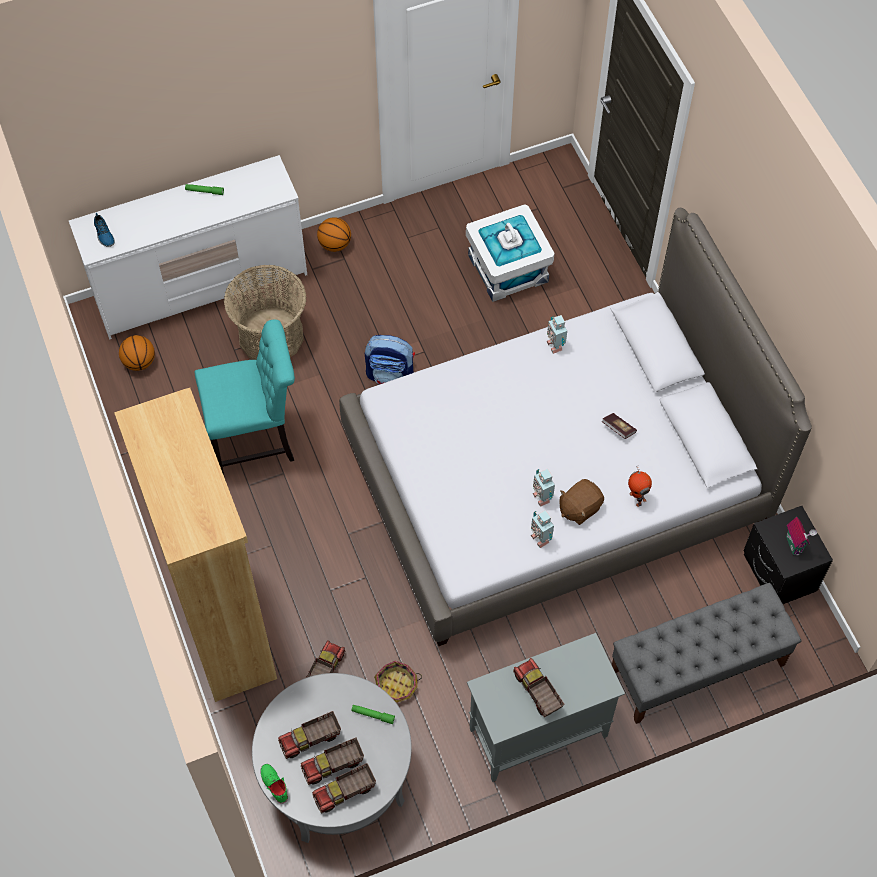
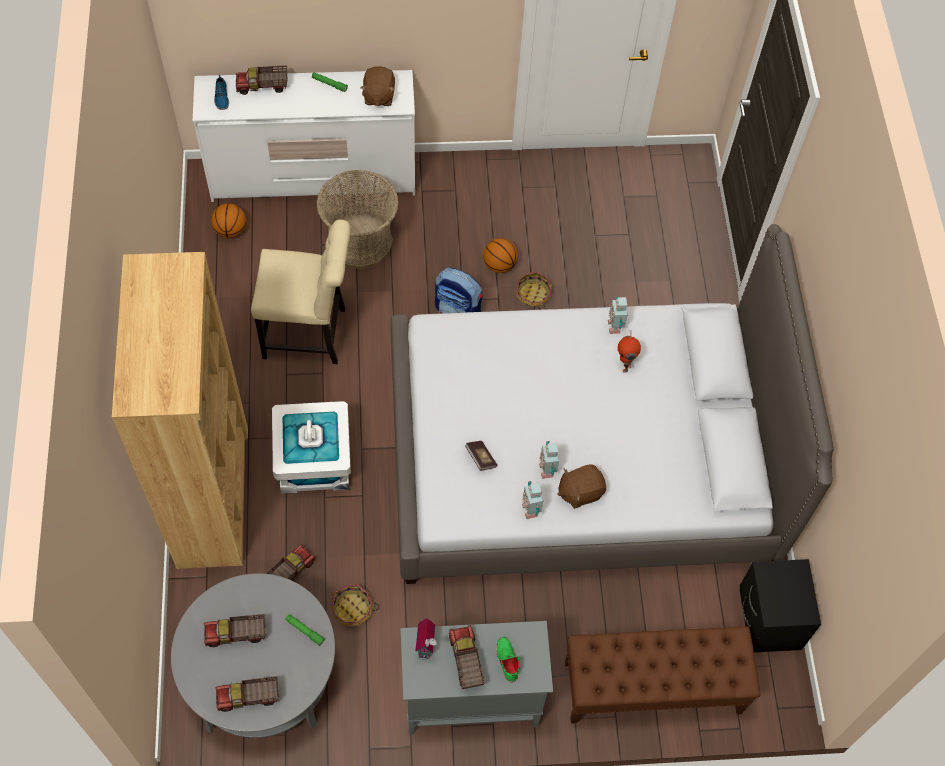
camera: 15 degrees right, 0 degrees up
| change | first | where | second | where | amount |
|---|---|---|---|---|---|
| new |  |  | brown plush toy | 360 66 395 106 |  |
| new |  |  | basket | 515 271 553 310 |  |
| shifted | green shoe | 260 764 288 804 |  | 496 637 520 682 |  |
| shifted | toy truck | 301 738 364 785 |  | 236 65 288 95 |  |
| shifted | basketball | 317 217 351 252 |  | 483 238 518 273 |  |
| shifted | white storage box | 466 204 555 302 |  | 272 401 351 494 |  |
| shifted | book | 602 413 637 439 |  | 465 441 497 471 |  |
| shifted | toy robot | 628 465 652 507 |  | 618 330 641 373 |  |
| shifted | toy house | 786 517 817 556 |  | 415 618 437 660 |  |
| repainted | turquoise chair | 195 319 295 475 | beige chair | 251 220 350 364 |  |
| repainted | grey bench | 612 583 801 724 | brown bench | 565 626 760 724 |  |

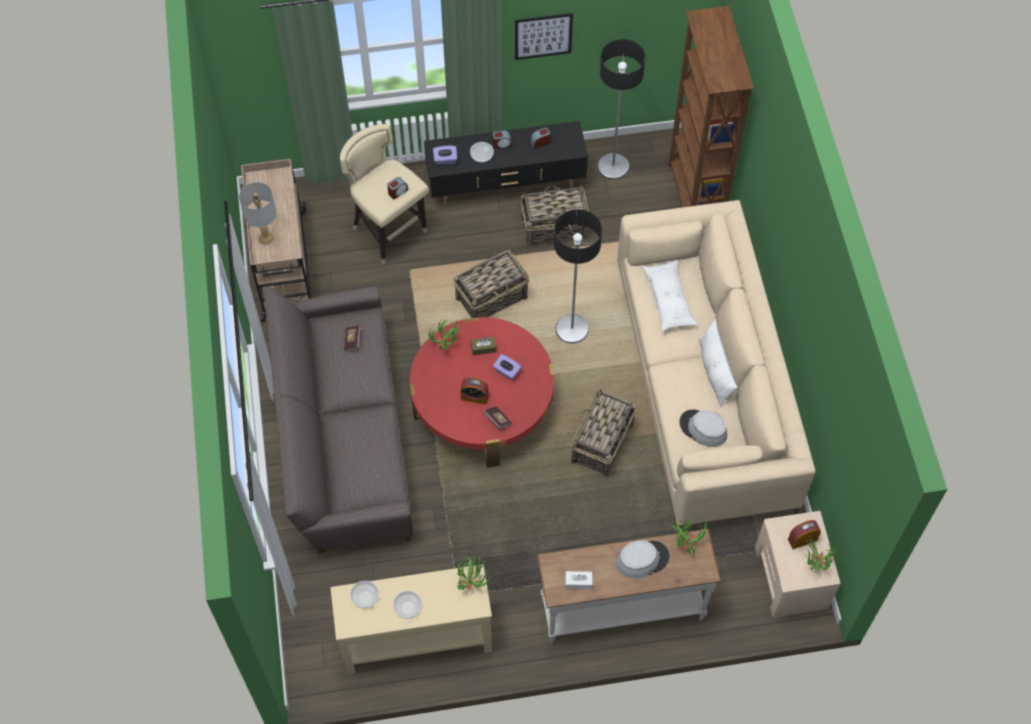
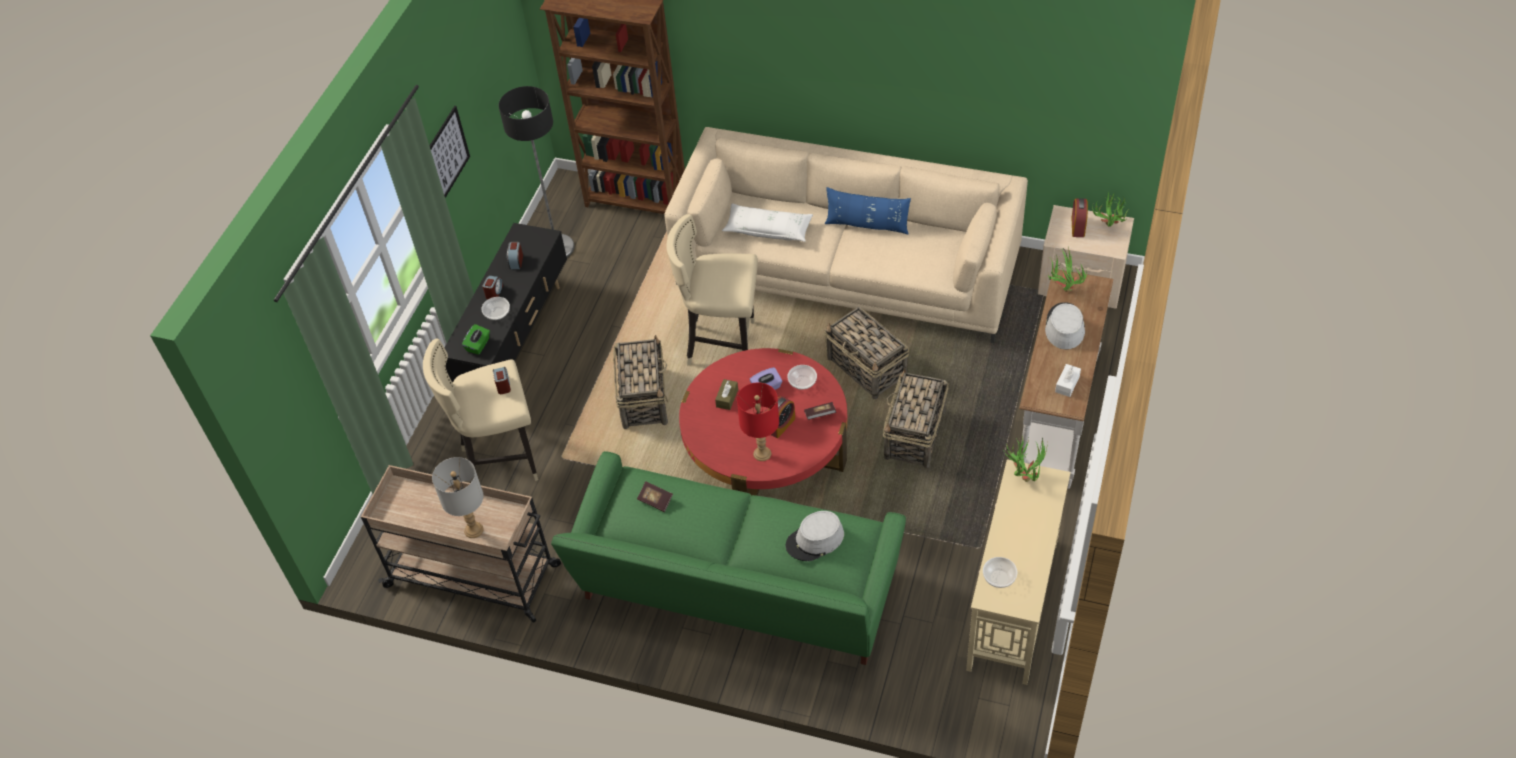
camera: 60 degrees left, 10 degrees down
| change | first | where | second | where | amount |
|---|---|---|---|---|---|
| gone | potted plant | 428 320 460 350 |  |  |  |
| new |  |  | red table lamp | 737 382 779 461 |  |
| shifted | bowl | 393 591 422 619 |  | 787 365 817 390 |  |
| shifted | basket | 520 185 589 247 |  | 883 369 948 468 |  |
| shifted | grey hat | 680 409 727 447 |  | 786 511 844 561 |  |
| swapped | floor lamp | 554 209 602 343 | beige stool | 666 214 758 366 |  |
| repainted | grey sofa | 264 286 413 554 | green sofa | 551 451 906 665 |  |
| repainted | purple tissue box | 433 146 457 165 | green tissue box | 462 324 490 355 |  |
| repainted | white pillow | 699 319 737 407 | blue pillow | 825 187 911 234 |  |

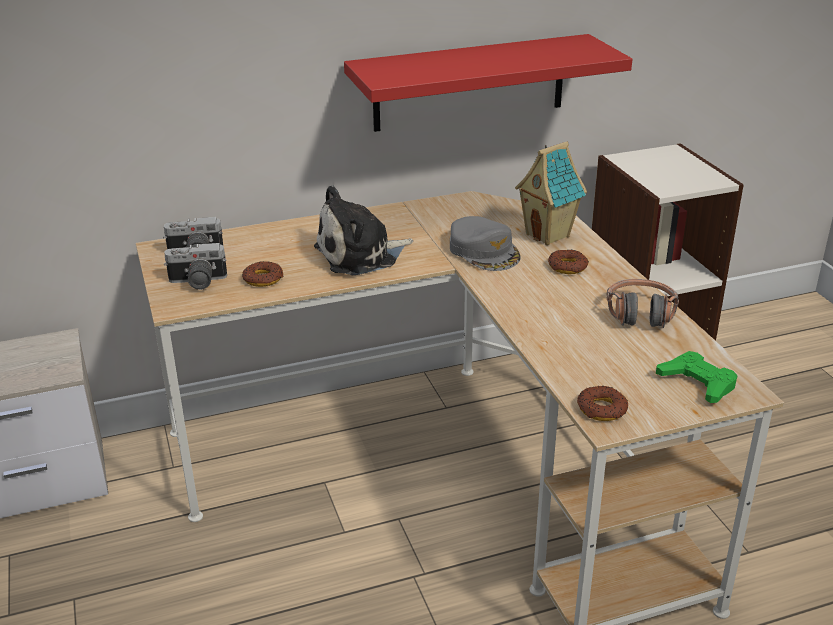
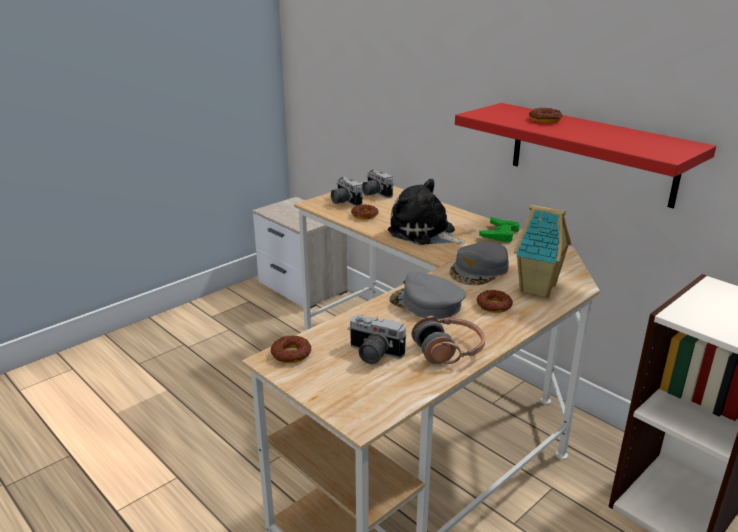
camera: 65 degrees right, 5 degrees down
| change | first | where | second | where | amount |
|---|---|---|---|---|---|
| new |  |  | photo camera | 347 315 406 364 |  |
| new |  |  | grey cap | 389 271 466 319 |  |
| new |  |  | donut | 529 108 563 123 |  |
| shifted | green game controller | 656 351 738 403 |  | 479 217 520 242 |  |

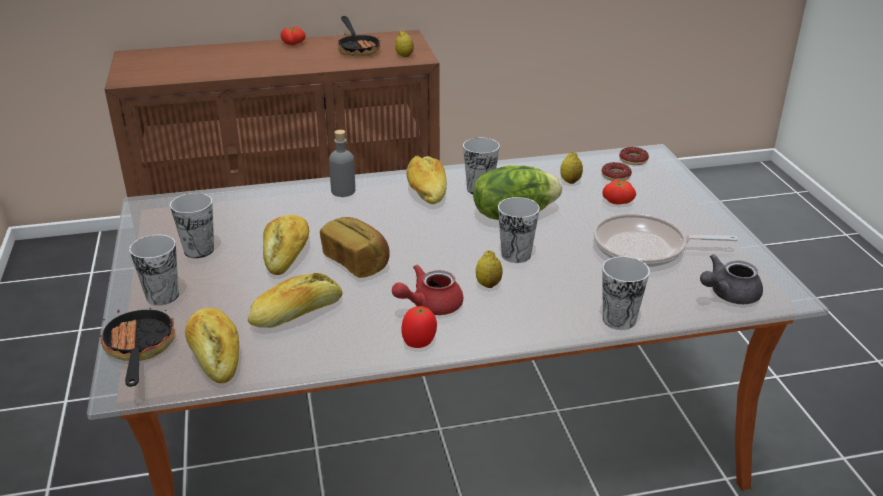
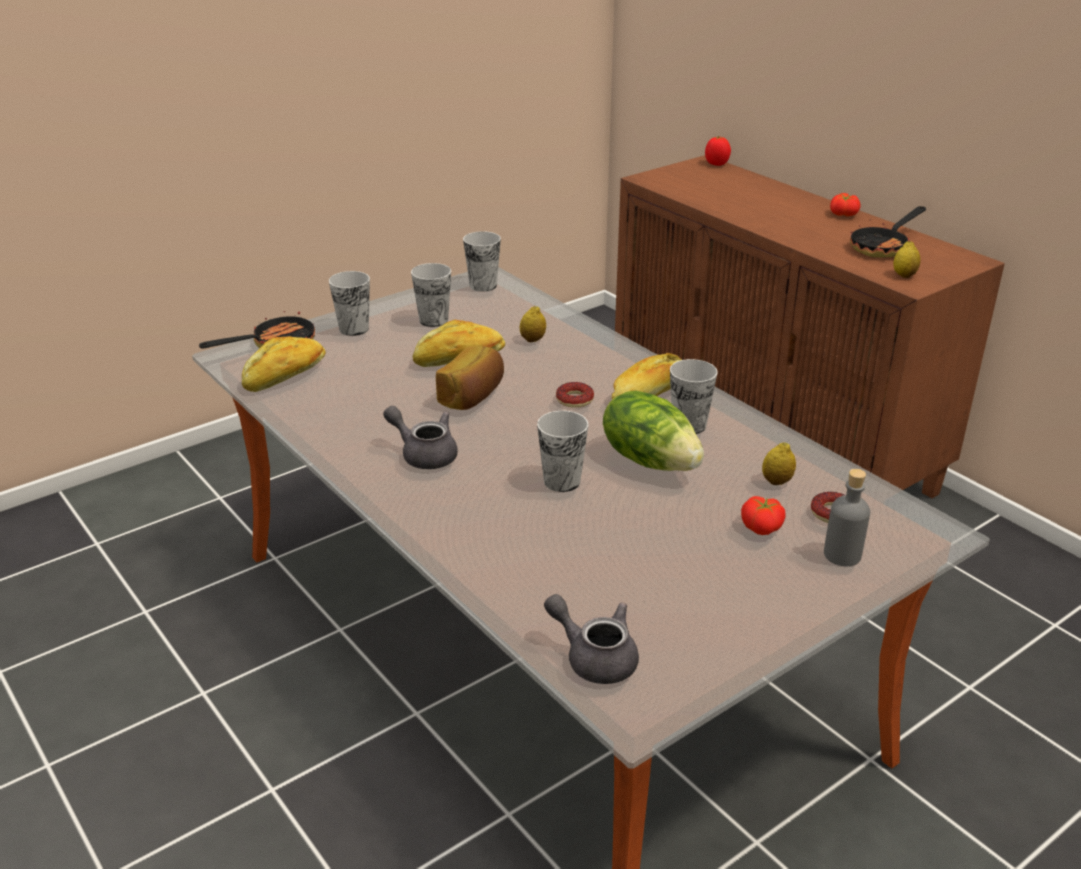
camera: 65 degrees right, 0 degrees up
| change | first | where | second | where | amount |
|---|---|---|---|---|---|
| gone | bread | 248 273 342 328 |  |  |  |
| gone | frying pan | 594 214 738 267 |  |  |  |
| shifted | grey bottle | 329 130 355 197 |  | 824 469 870 566 |  |
| shifted | tomato | 401 306 437 348 |  | 705 136 731 166 |  |
| shifted | lemon | 476 250 503 288 |  | 520 306 546 342 |  |
| shifted | cup | 602 256 650 330 |  | 463 231 501 292 |  |
| shifted | donut | 619 147 649 165 |  | 556 382 594 408 |  |
| repainted | red teapot | 392 265 463 315 | grey teapot | 383 406 458 469 |  |

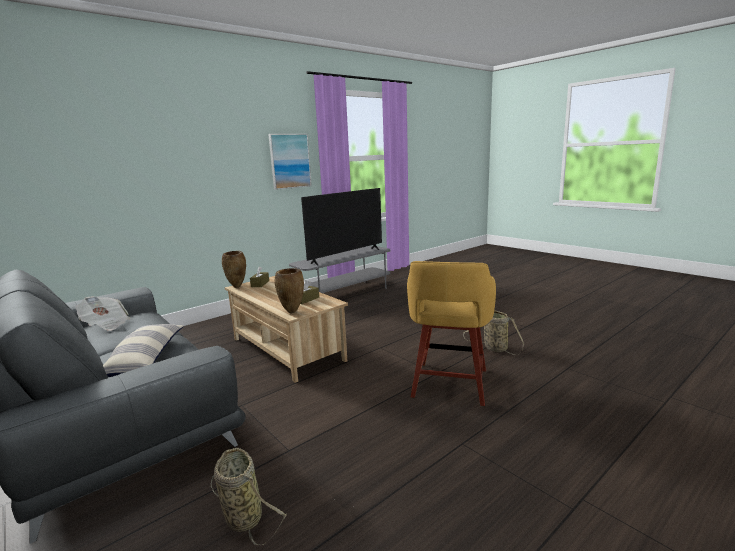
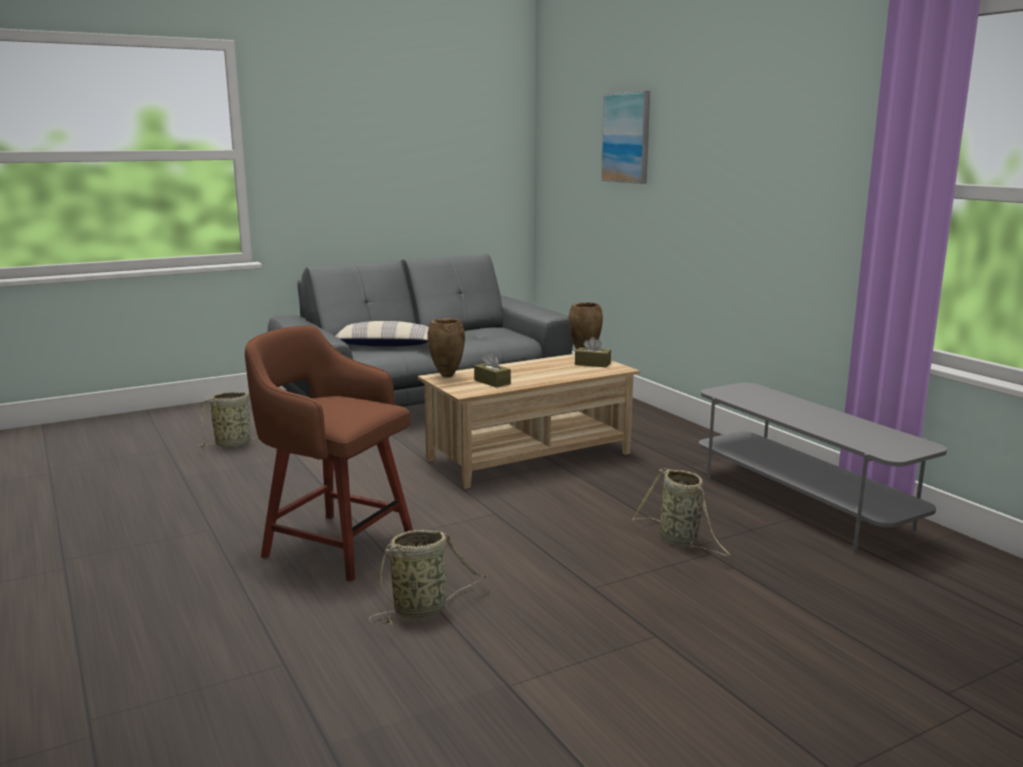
camera: 100 degrees right, 0 degrees up
| change | first | where | second | where | amount |
|---|---|---|---|---|---|
| gone | newspaper | 75 296 130 331 |  |  |  |
| gone | television | 301 188 382 265 |  |  |  |
| new |  |  | basket | 632 468 732 556 |  |
| shifted | picture | 268 134 312 190 |  | 601 91 650 184 |  |
| repainted | yellow stool | 407 261 496 406 | brown stool | 245 326 413 582 |  |

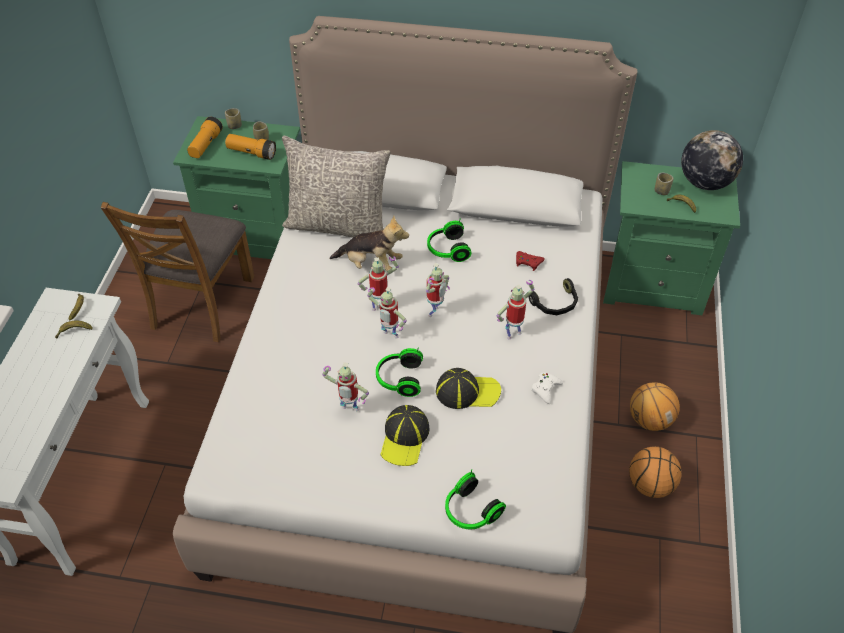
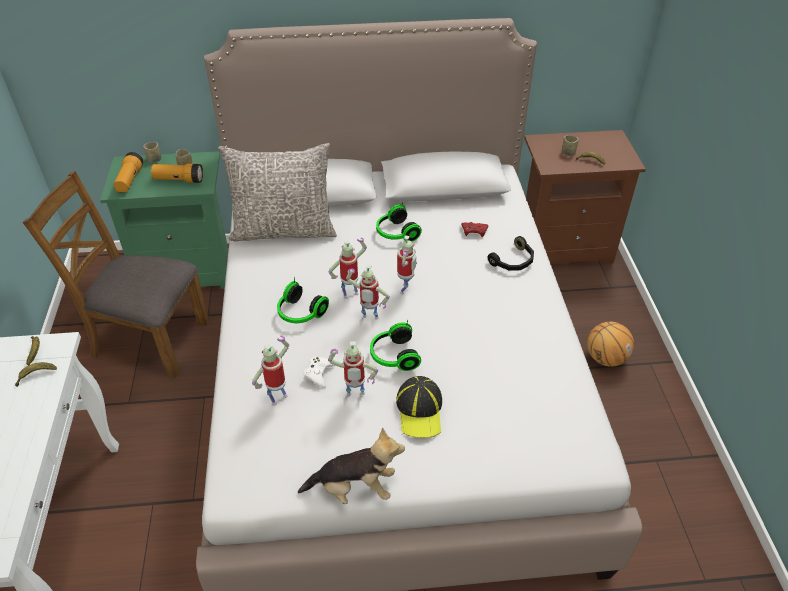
camera: 15 degrees left, 5 degrees down
| change | first | where | second | where | amount |
|---|---|---|---|---|---|
| gone | cap | 436 368 501 409 |  |  |  |
| gone | basketball | 629 447 682 498 |  |  |  |
| gone | globe | 681 130 743 190 |  |  |  |
| shifted | plush toy | 329 215 409 271 |  | 298 427 405 504 |  |
| shifted | headphones | 445 469 506 529 |  | 277 277 329 323 |  |
| shifted | toy robot | 497 280 534 340 |  | 252 336 289 406 |  |
| shifted | white game controller | 531 373 563 404 |  | 304 357 336 388 |  |
| repainted | green nightstand | 603 161 740 315 | brown nightstand | 524 130 646 264 |  |
| rotated | brown chair | 101 202 255 342 |  | 23 171 209 377 | 105 degrees clockwise |

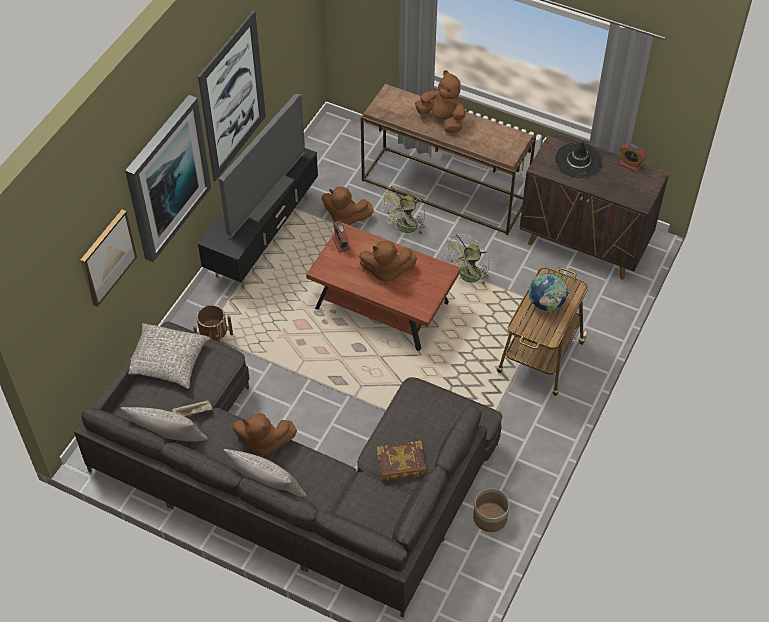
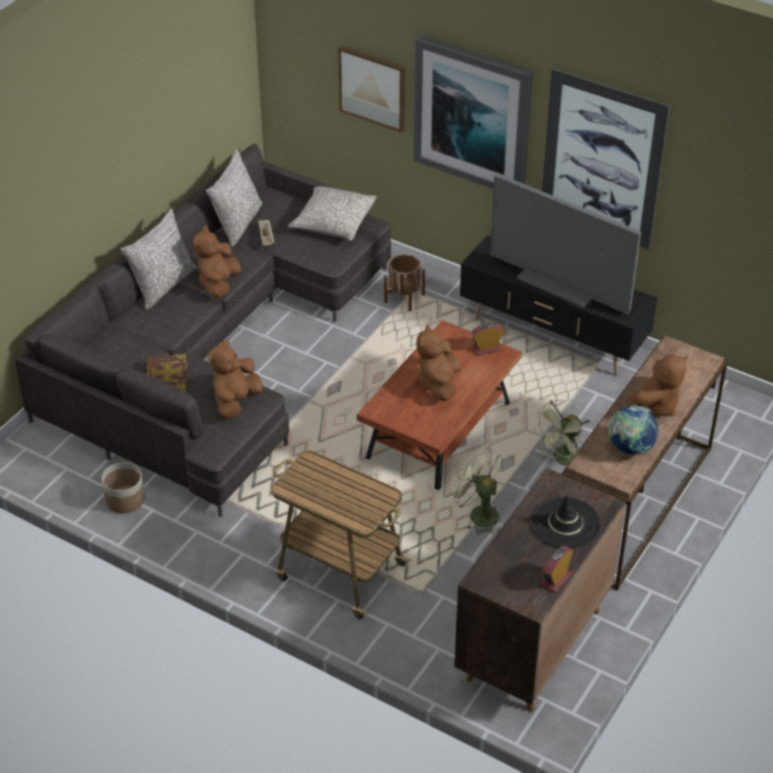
camera: 95 degrees right, 10 degrees down
| change | first | where | second | where | amount |
|---|---|---|---|---|---|
| shifted | brown plush toy | 322 187 374 225 |  | 208 339 262 419 |  |
| shifted | globe | 528 273 568 312 |  | 608 405 658 455 |  |
| rotated | green fan | 380 186 425 235 |  | 533 400 593 466 | 90 degrees counterclockwise |

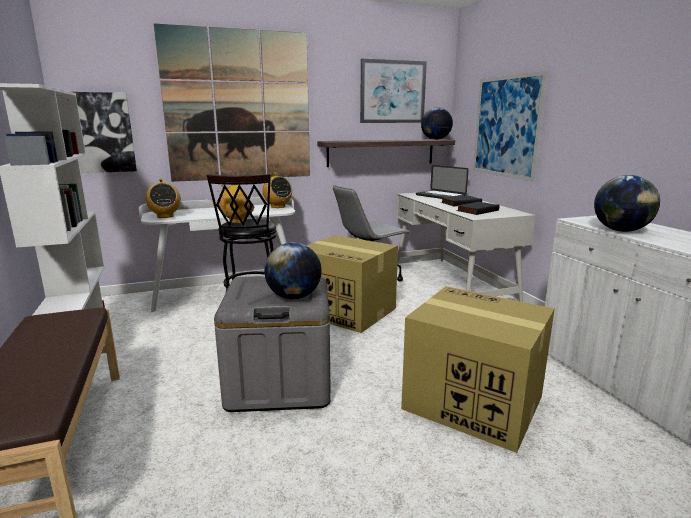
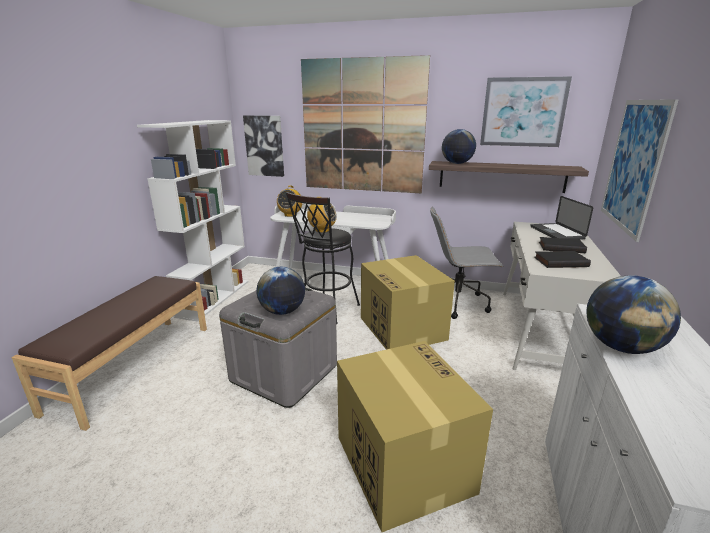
camera: 35 degrees right, 5 degrees up
| change | first | where | second | where | amount |
|---|---|---|---|---|---|
| gone | radio | 263 173 292 208 |  |  |  |
| shifted | globe | 421 107 453 140 |  | 442 129 476 164 |  |

